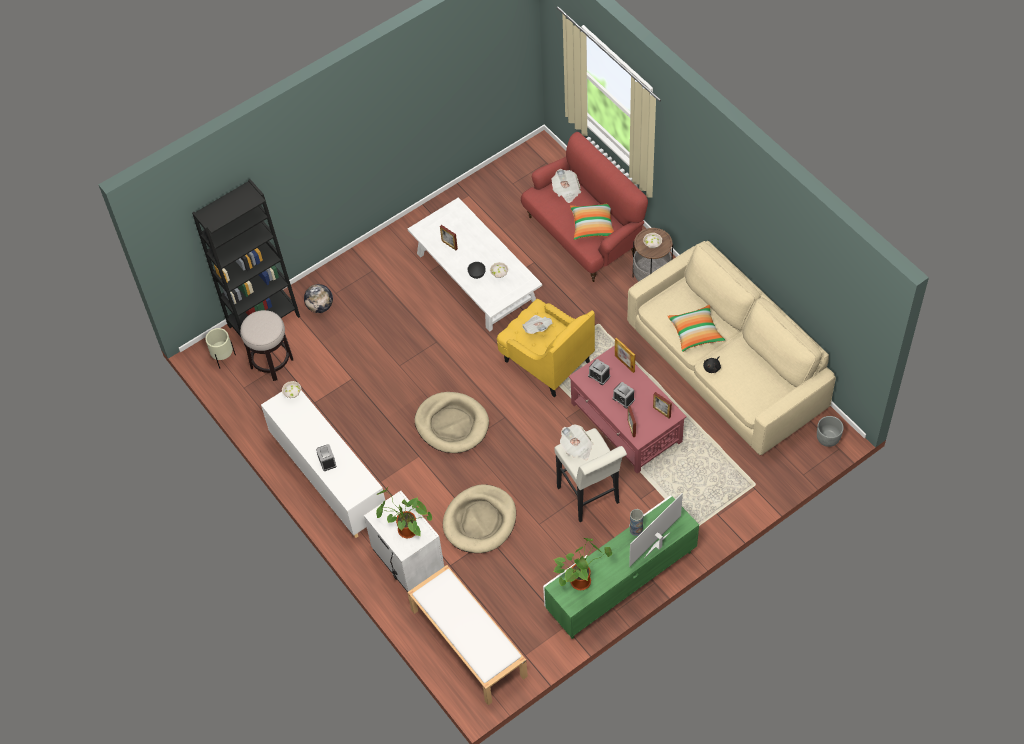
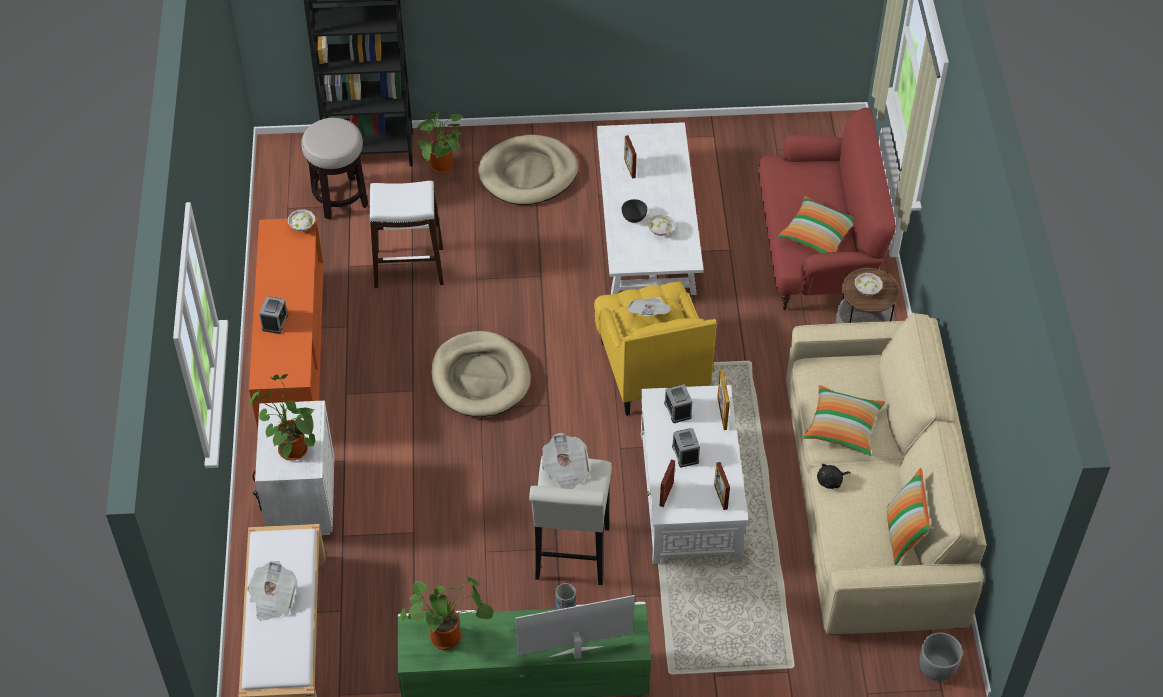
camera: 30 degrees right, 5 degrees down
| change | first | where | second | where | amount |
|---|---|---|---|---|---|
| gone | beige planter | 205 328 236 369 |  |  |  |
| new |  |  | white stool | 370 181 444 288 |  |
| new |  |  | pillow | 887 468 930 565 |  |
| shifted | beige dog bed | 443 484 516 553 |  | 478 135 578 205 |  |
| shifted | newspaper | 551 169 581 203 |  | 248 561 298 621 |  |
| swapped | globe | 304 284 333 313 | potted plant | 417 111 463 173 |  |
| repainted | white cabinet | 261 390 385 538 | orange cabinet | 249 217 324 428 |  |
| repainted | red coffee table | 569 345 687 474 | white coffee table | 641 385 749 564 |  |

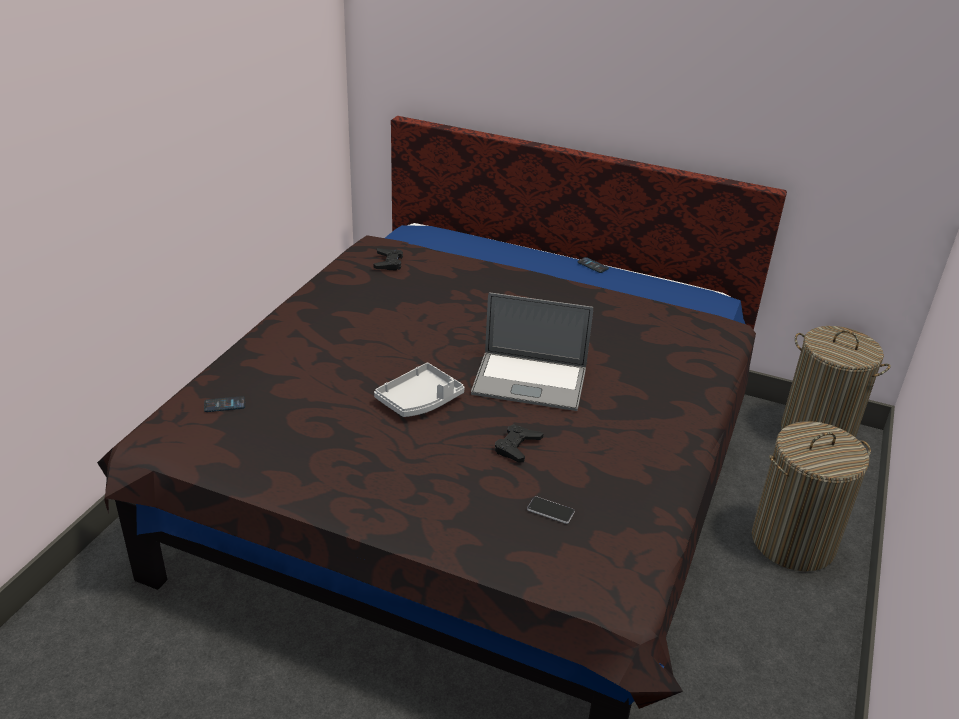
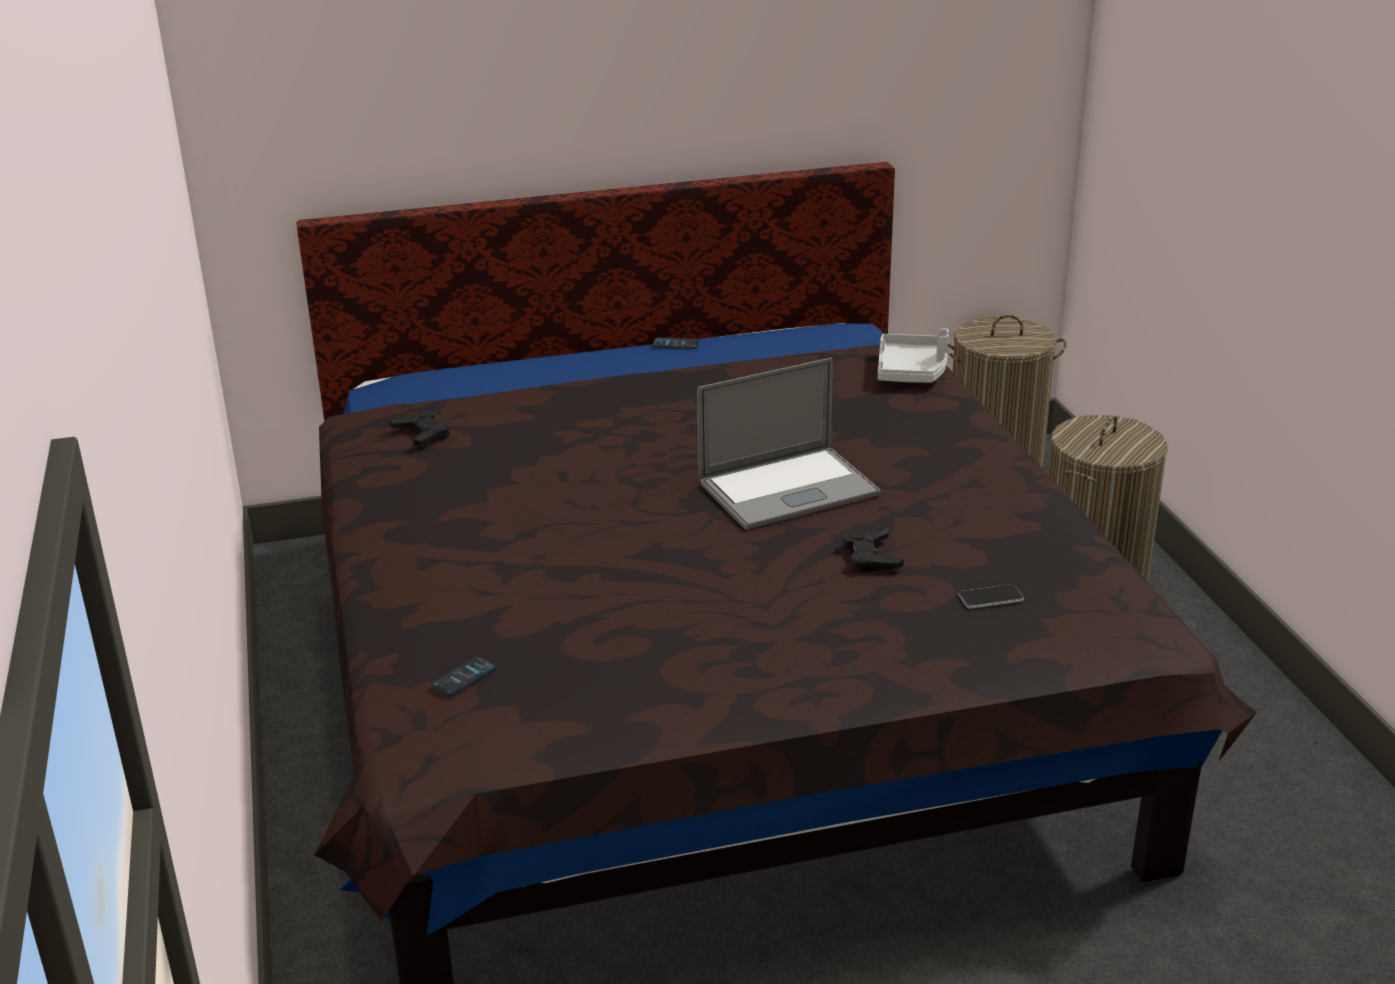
camera: 35 degrees left, 5 degrees down
| change | first | where | second | where | amount |
|---|---|---|---|---|---|
| shifted | grey tray | 374 363 465 417 |  | 878 328 948 383 |  |

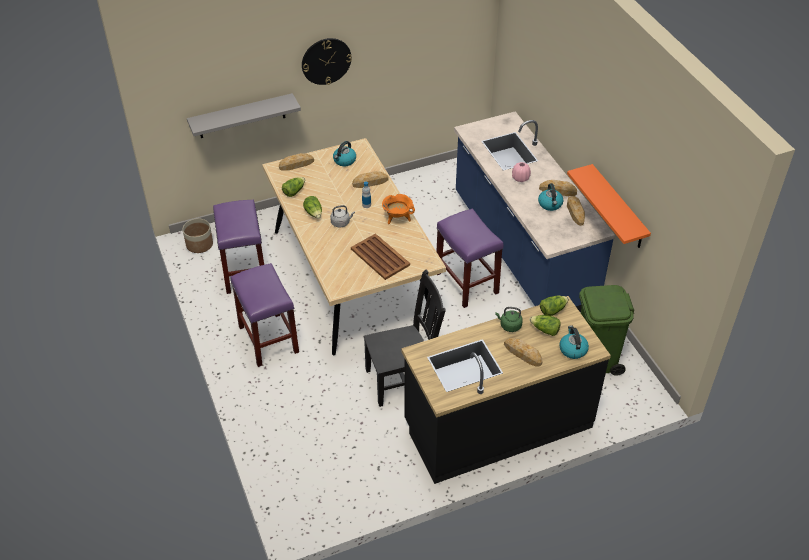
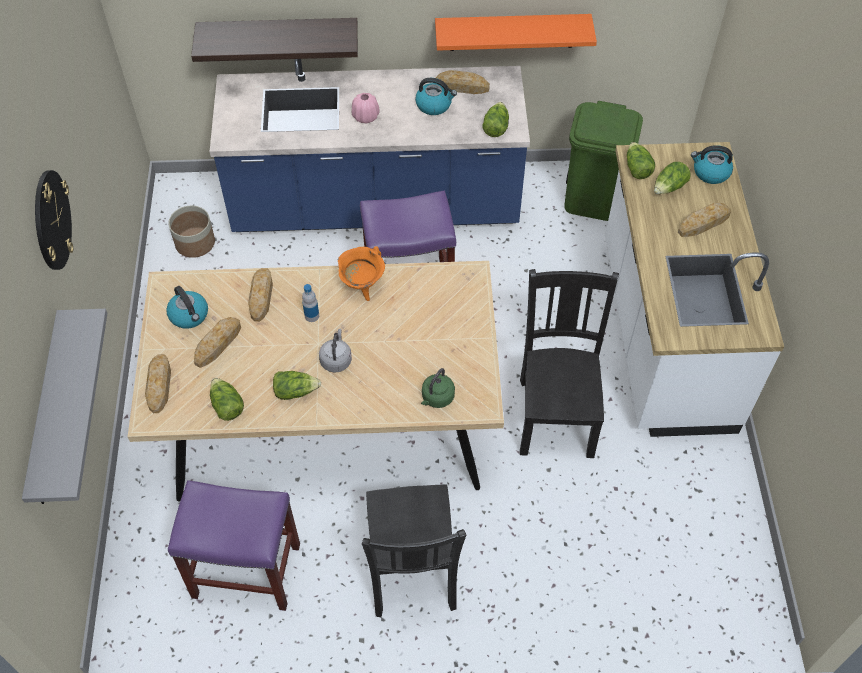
camera: 70 degrees left, 10 degrees up
| change | first | where | second | where | amount |
|---|---|---|---|---|---|
| gone | brown tray | 351 233 410 280 |  |  |  |
| new |  |  | shelf | 191 18 358 62 |  |
| new |  |  | lettuce | 482 102 509 137 |  |
| shifted | planter | 183 218 213 253 |  | 169 206 215 258 |  |
| shifted | green kettle | 495 307 523 332 |  | 421 368 455 408 |  |
| shifted | bread | 539 180 577 196 |  | 194 317 241 368 |  |
| swapped | purple stool | 231 263 299 367 | black chair | 362 485 466 617 |  |
| repainted | black counter | 401 296 611 484 | white counter | 605 142 784 437 |  |

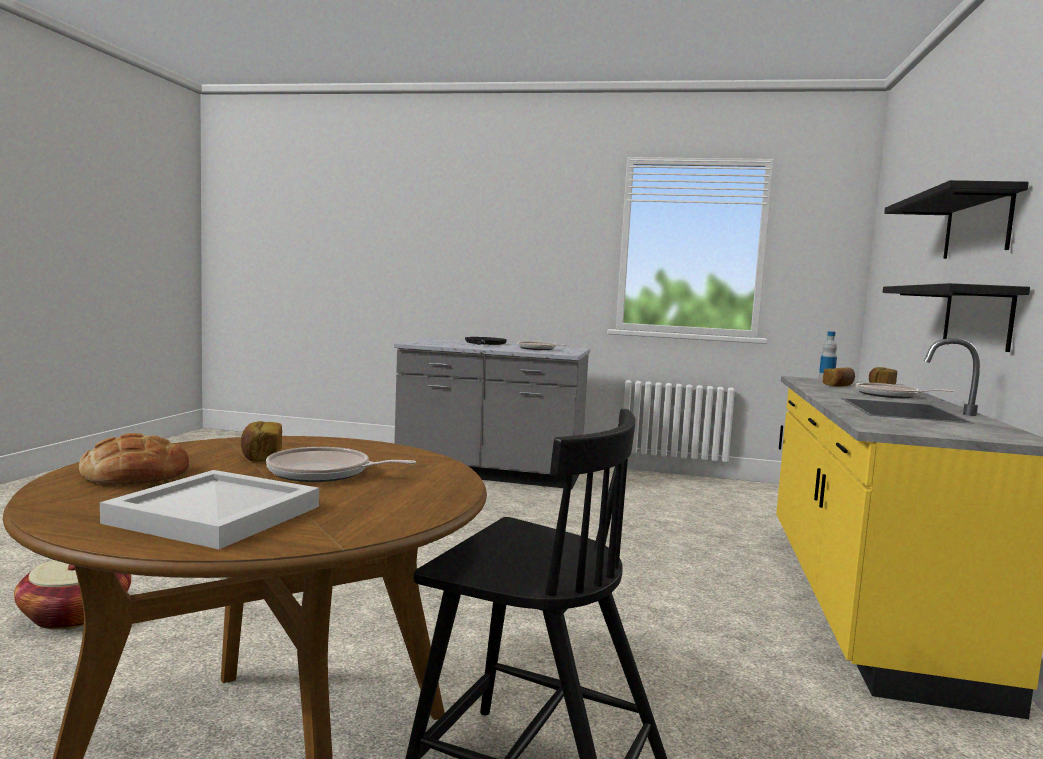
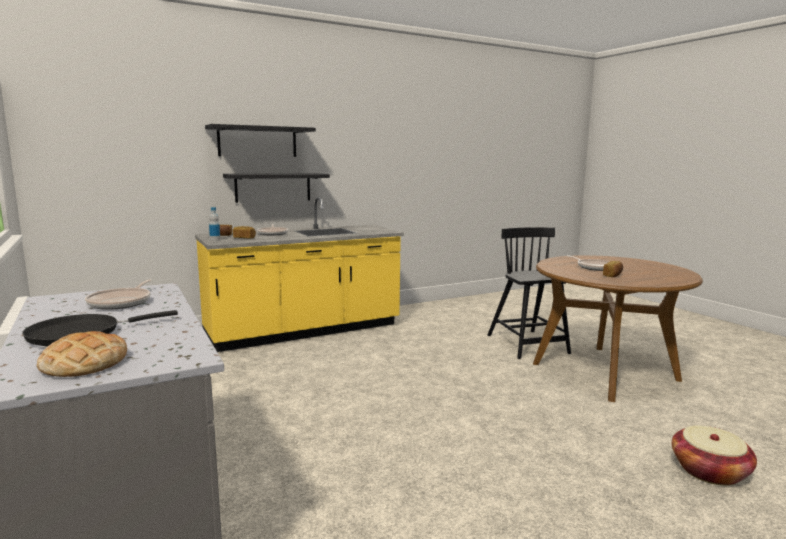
camera: 130 degrees left, 5 degrees up
| change | first | where | second | where | amount |
|---|---|---|---|---|---|
| gone | white tray | 100 470 319 549 |  |  |  |
| shifted | bread | 79 433 189 484 |  | 37 331 127 377 |  |

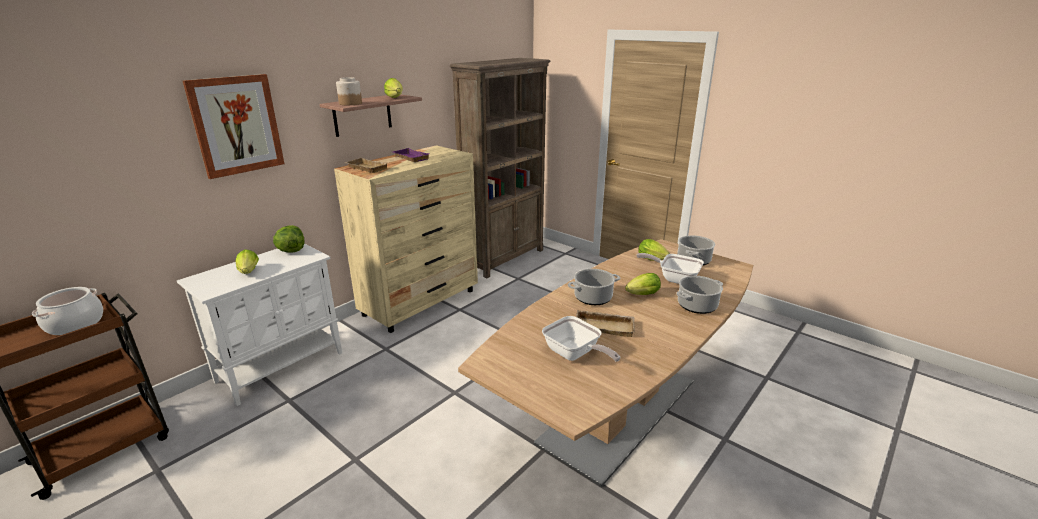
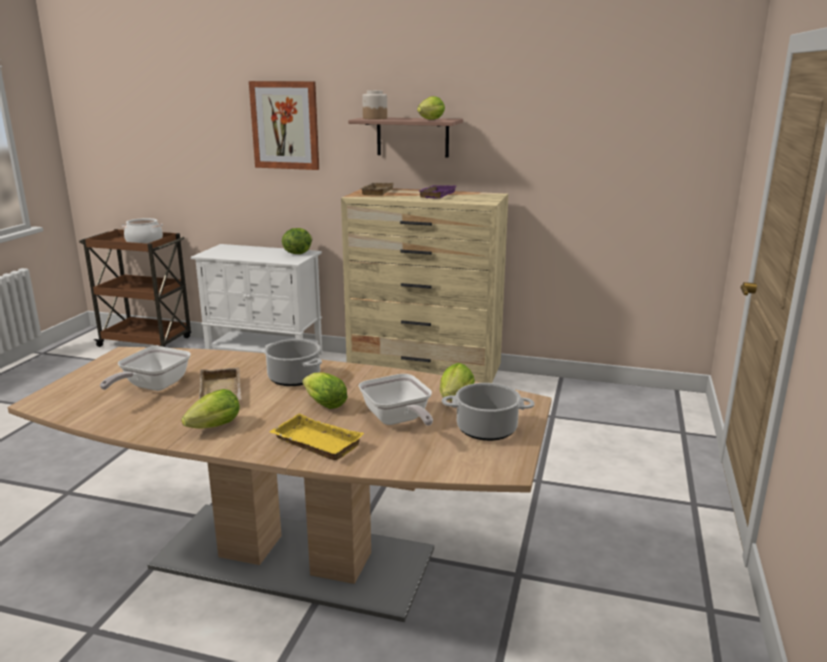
camera: 65 degrees right, 5 degrees down
| change | first | where | second | where | amount |
|---|---|---|---|---|---|
| gone | brown bookcase | 450 58 550 278 |  |  |  |
| shifted | lettuce | 236 250 259 274 |  | 181 389 240 429 |  |
| swapped | cooking pot | 677 276 723 314 | yellow tray | 269 413 364 460 |  |
| rotated | frying pan | 636 253 704 284 |  | 358 374 433 426 | 150 degrees clockwise |

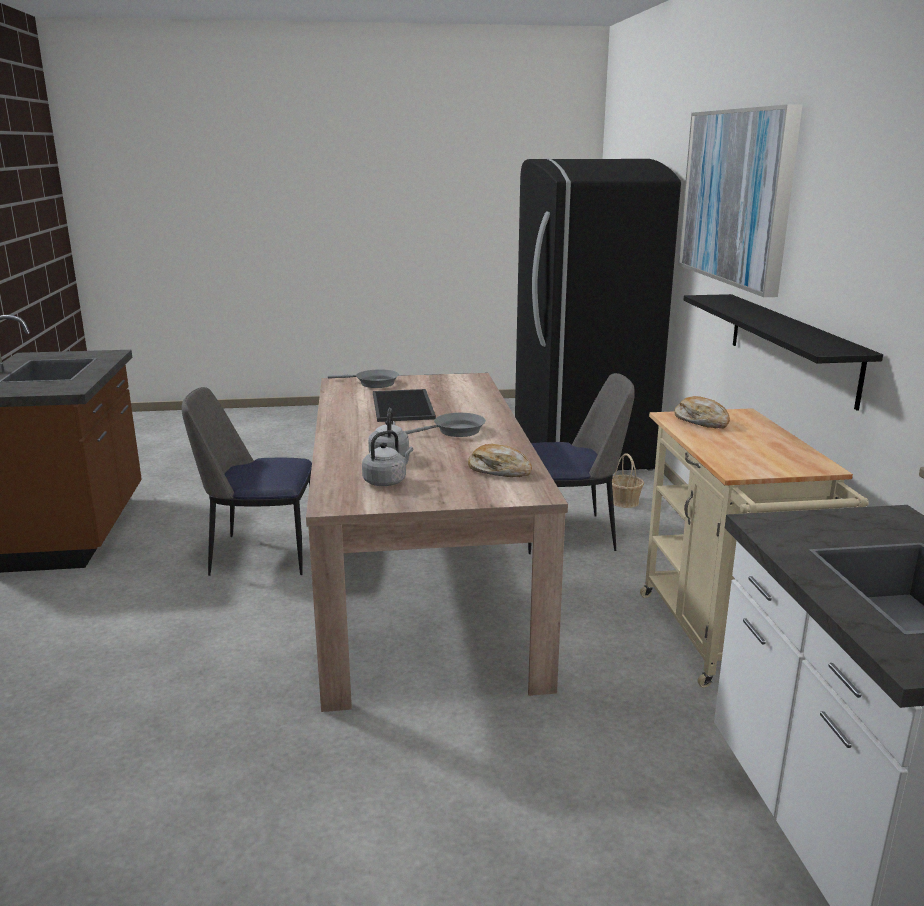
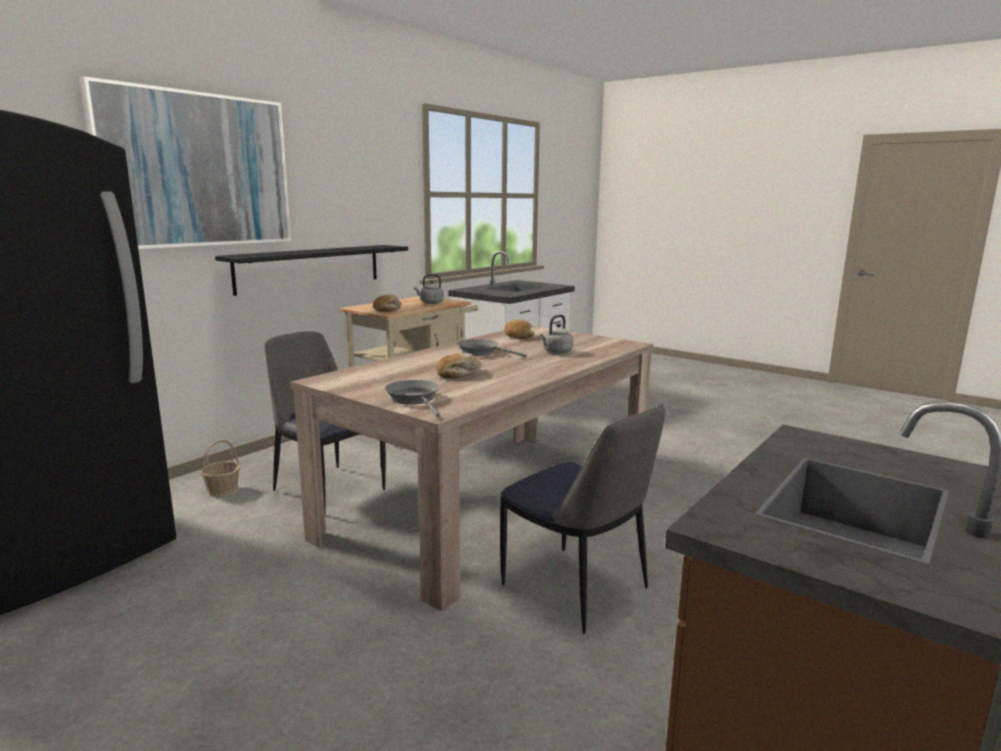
camera: 135 degrees left, 5 degrees down
| change | first | where | second | where | amount |
|---|---|---|---|---|---|
| shifted | grey kettle | 362 430 413 486 |  | 414 274 444 304 |  |
| swapped | tray | 373 389 436 422 | bread | 436 353 481 379 |  |

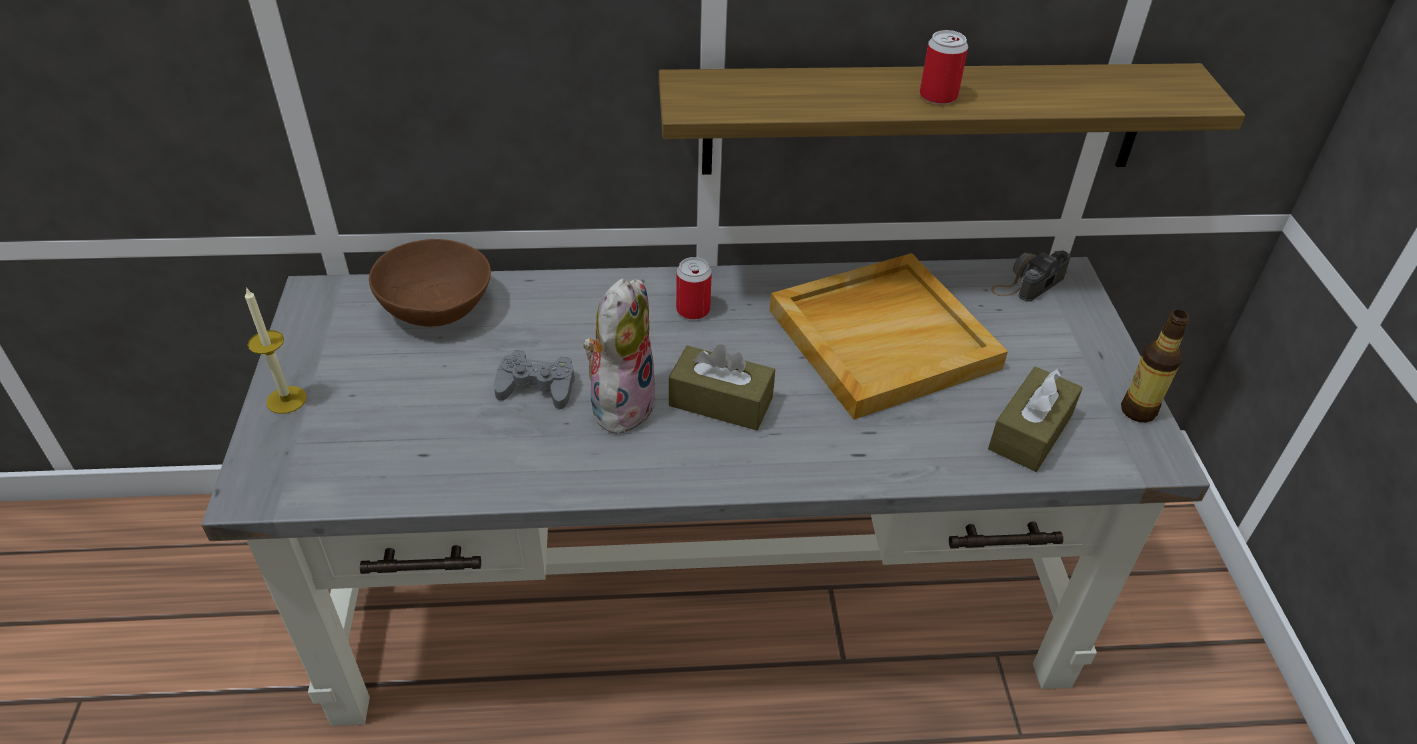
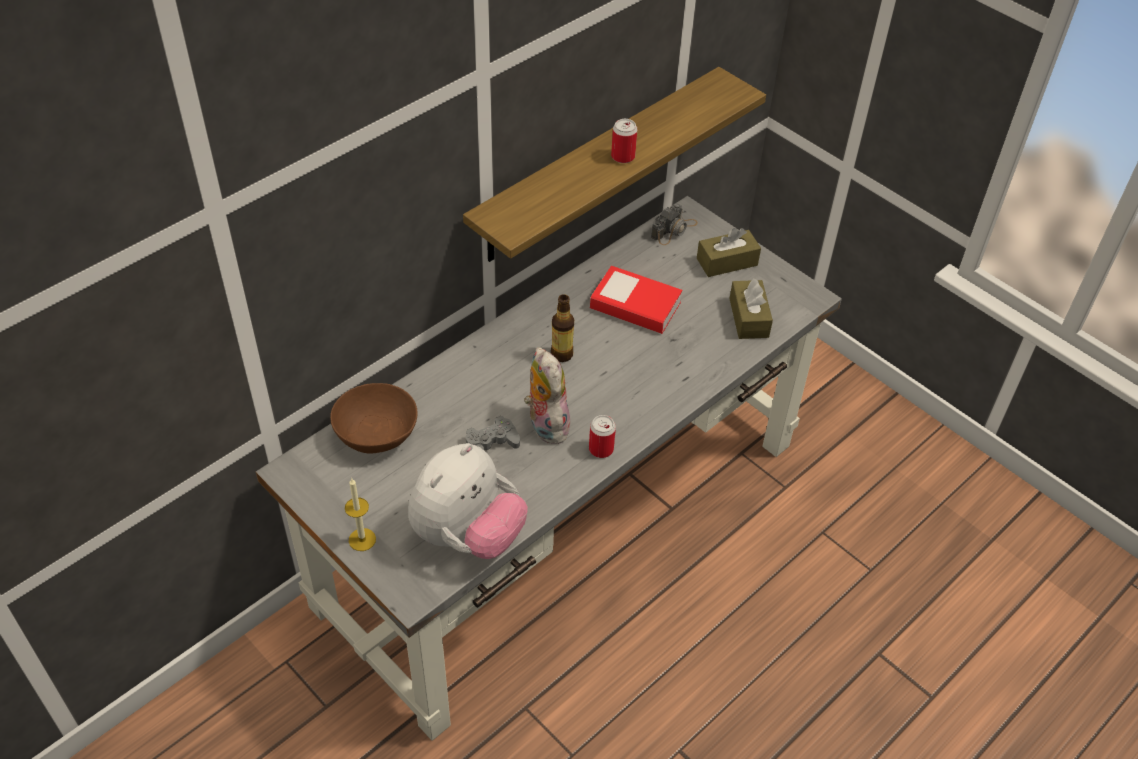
camera: 40 degrees left, 5 degrees up
| change | first | where | second | where | amount |
|---|---|---|---|---|---|
| new |  |  | plush toy | 408 443 528 559 |  |
| shifted | brown tissue box | 669 344 775 430 |  | 697 228 761 277 |  |
| shifted | can | 676 257 712 320 |  | 589 415 616 458 |  |
| shifted | bottle | 1121 310 1190 422 |  | 551 294 574 362 |  |
| swapped | beige tray | 770 253 1008 420 | book | 590 265 682 334 |  |
| rotated | photo camera | 991 251 1070 301 |  | 651 203 698 245 | 150 degrees counterclockwise |

